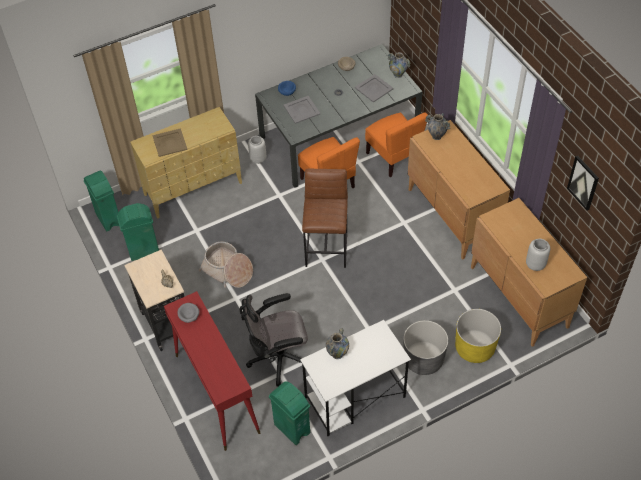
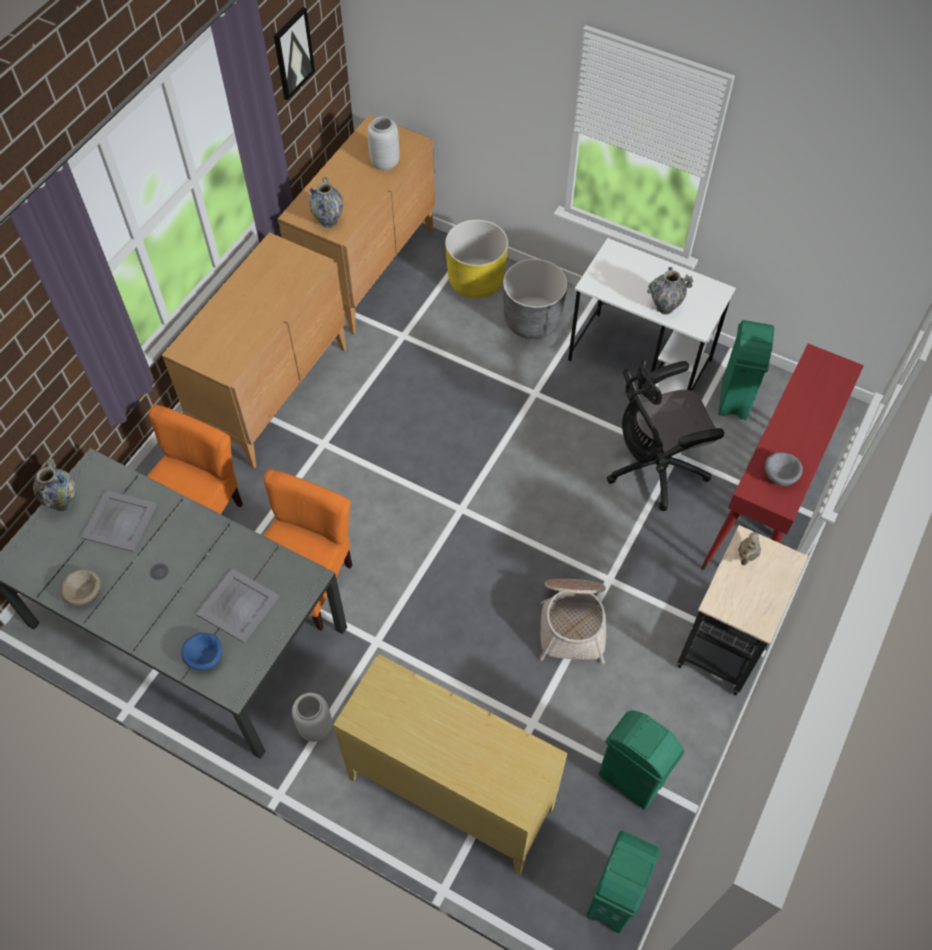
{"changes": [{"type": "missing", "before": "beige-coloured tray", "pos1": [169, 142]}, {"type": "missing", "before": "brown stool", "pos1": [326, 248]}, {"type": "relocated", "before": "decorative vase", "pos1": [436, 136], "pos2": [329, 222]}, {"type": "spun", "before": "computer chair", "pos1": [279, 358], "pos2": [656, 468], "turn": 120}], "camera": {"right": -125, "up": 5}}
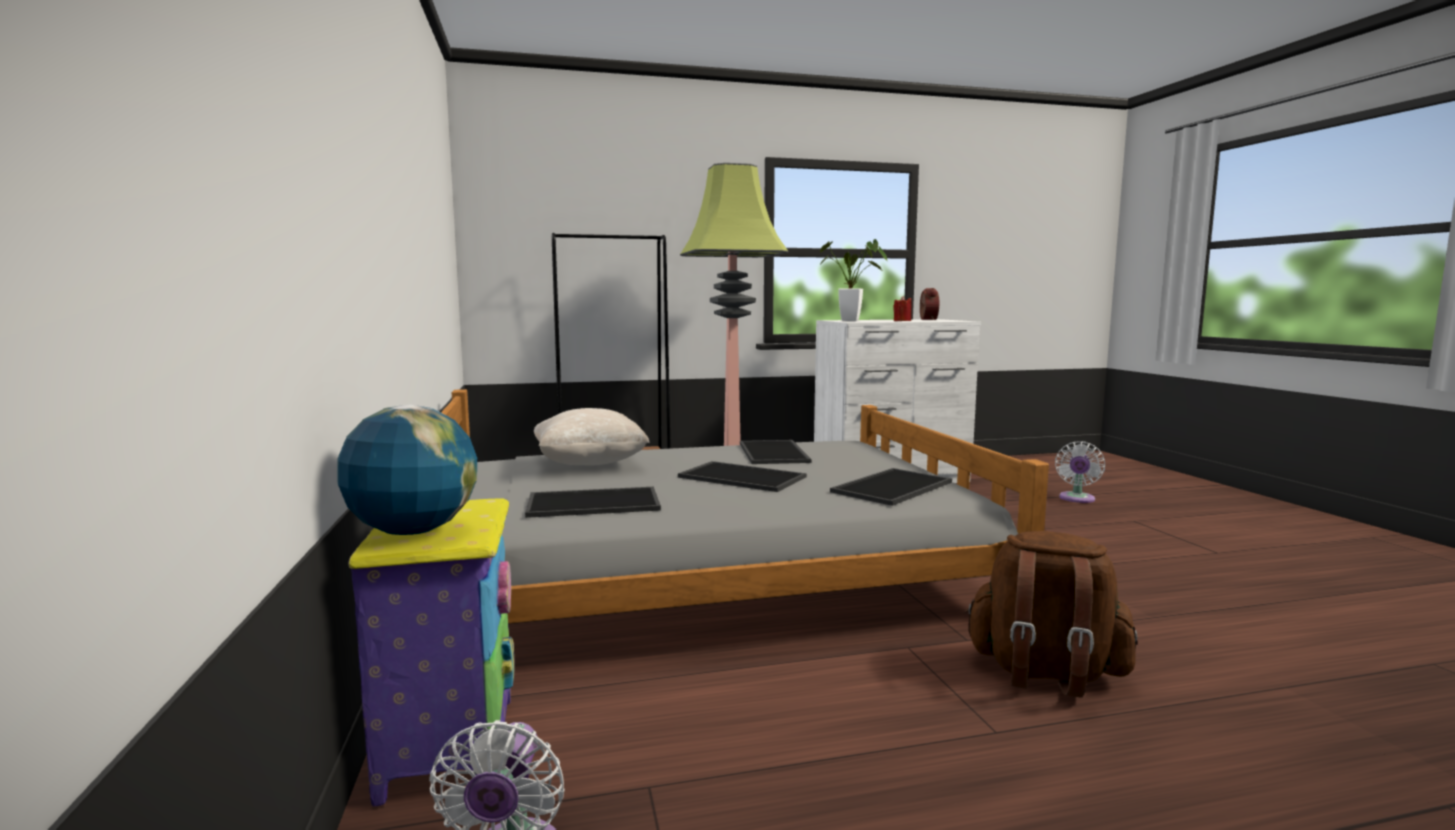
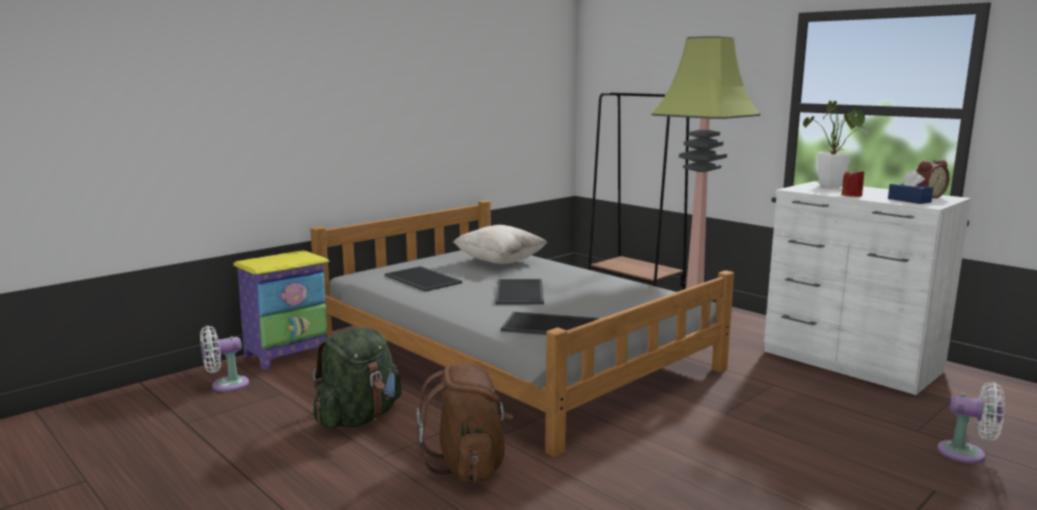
{"changes": [{"type": "missing", "before": "globe", "pos1": [413, 531]}, {"type": "missing", "before": "tray", "pos1": [775, 453]}, {"type": "appeared", "after": "greenish knapsack", "pos2": [358, 418]}, {"type": "appeared", "after": "blue tissue holder", "pos2": [909, 200]}, {"type": "spun", "before": "white fan", "pos1": [1076, 499], "pos2": [967, 454], "turn": -150}], "camera": {"right": 60, "up": 5}}
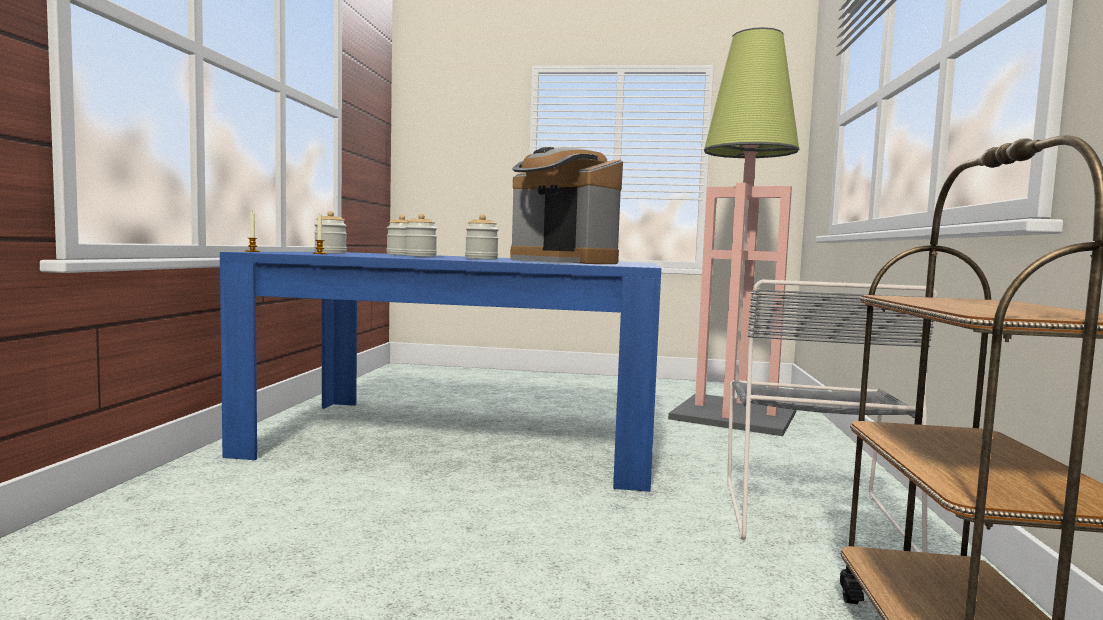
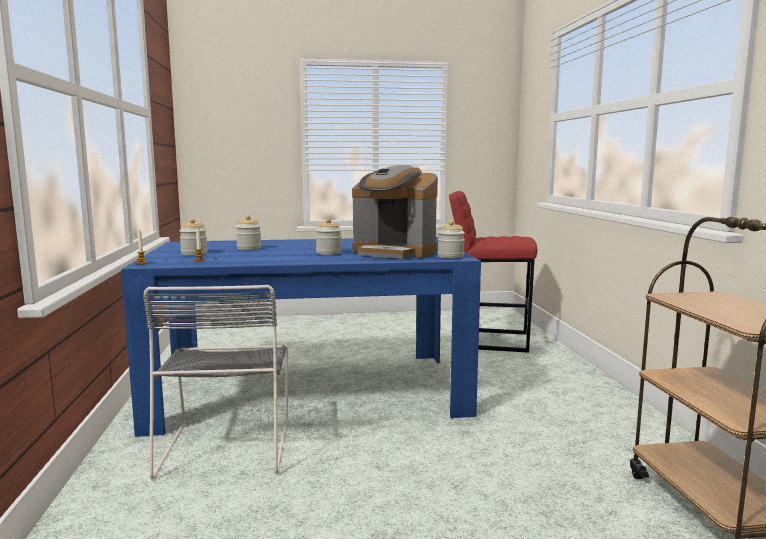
{"changes": [{"type": "relocated", "before": "storage jar", "pos1": [420, 256], "pos2": [450, 256]}, {"type": "relocated", "before": "greyish plain chair", "pos1": [811, 513], "pos2": [227, 444]}, {"type": "exchanged", "before": "standard lamp", "after": "red stool", "pos1": [733, 414], "pos2": [488, 340]}], "camera": {"right": -15, "up": 5}}
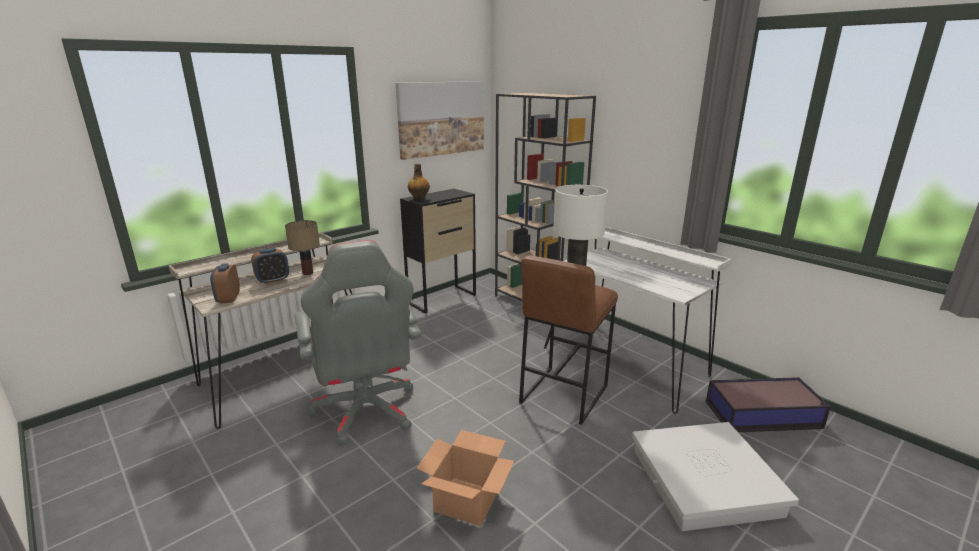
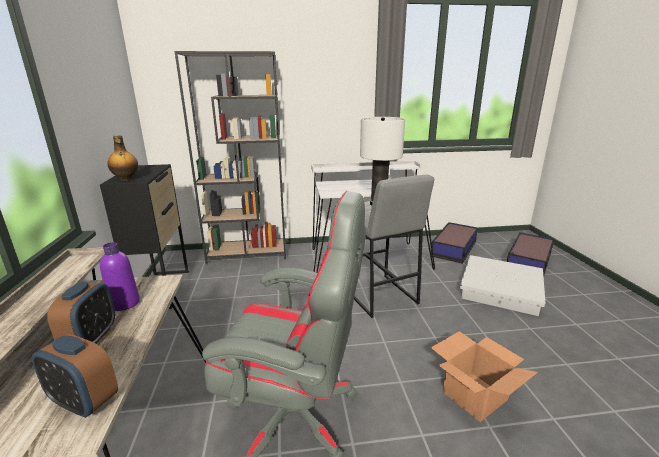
{"changes": [{"type": "missing", "before": "picture", "pos1": [441, 118]}, {"type": "appeared", "after": "storage box", "pos2": [528, 261]}, {"type": "exchanged", "before": "lamp for a table", "after": "purple beverage bottle", "pos1": [308, 273], "pos2": [124, 303]}, {"type": "colour", "before": "brown stool", "after": "greyish stool", "pos1": [563, 395], "pos2": [380, 295]}], "camera": {"right": -55, "up": 0}}
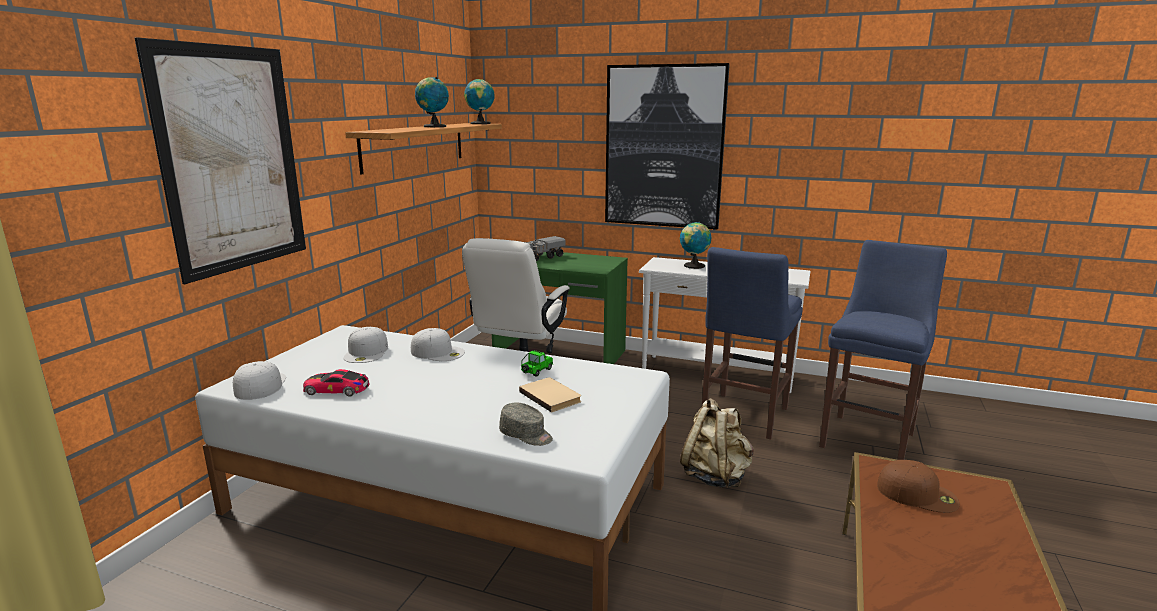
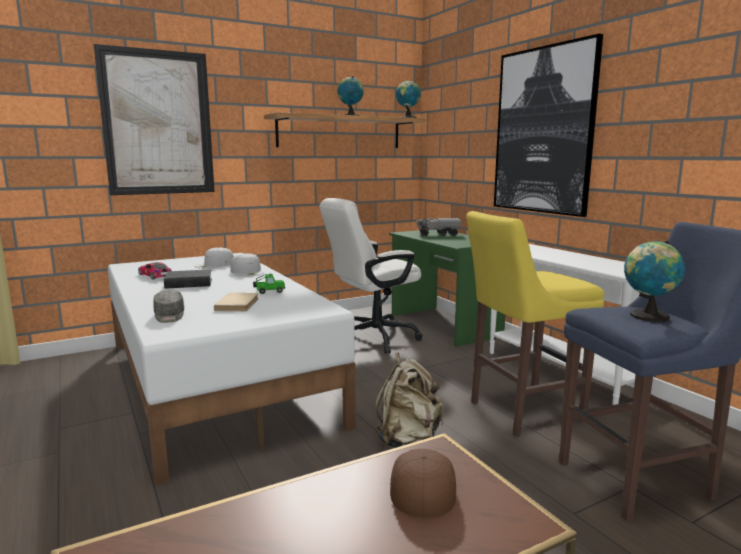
{"changes": [{"type": "missing", "before": "white baseball cap", "pos1": [259, 385]}, {"type": "appeared", "after": "black book", "pos2": [189, 284]}, {"type": "relocated", "before": "globe", "pos1": [693, 266], "pos2": [647, 316]}, {"type": "colour", "before": "blue stool", "after": "yellow stool", "pos1": [742, 417], "pos2": [521, 412]}, {"type": "spun", "before": "brown baseball cap", "pos1": [918, 493], "pos2": [421, 486], "turn": -150}], "camera": {"right": 40, "up": -5}}
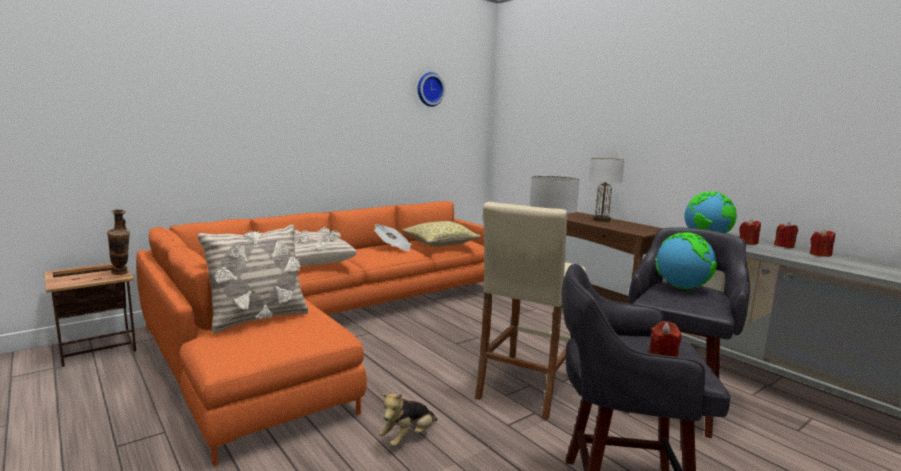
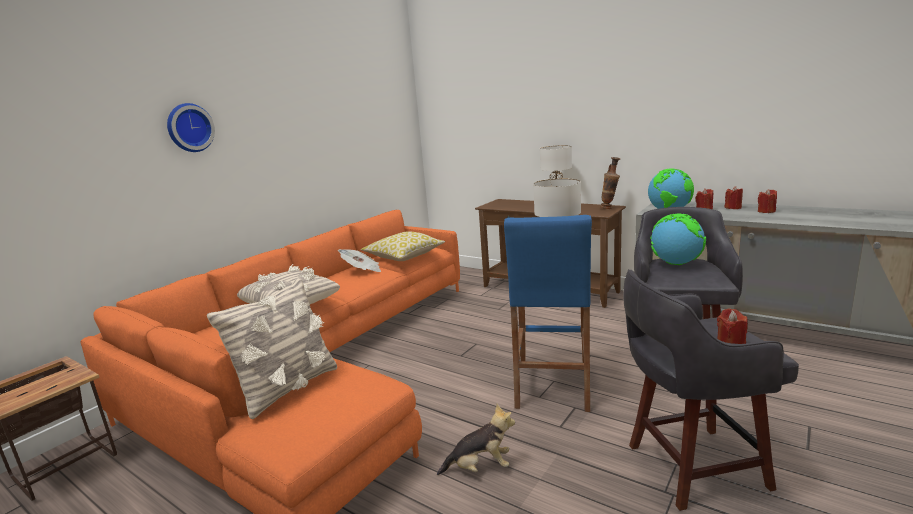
{"changes": [{"type": "relocated", "before": "decorative vase", "pos1": [122, 274], "pos2": [610, 208]}, {"type": "relocated", "before": "hanging clock", "pos1": [429, 89], "pos2": [189, 128]}, {"type": "colour", "before": "beige-coloured stool", "after": "blue stool", "pos1": [526, 387], "pos2": [552, 384]}, {"type": "spun", "before": "soft toy", "pos1": [408, 438], "pos2": [480, 467], "turn": -120}], "camera": {"right": -15, "up": 5}}
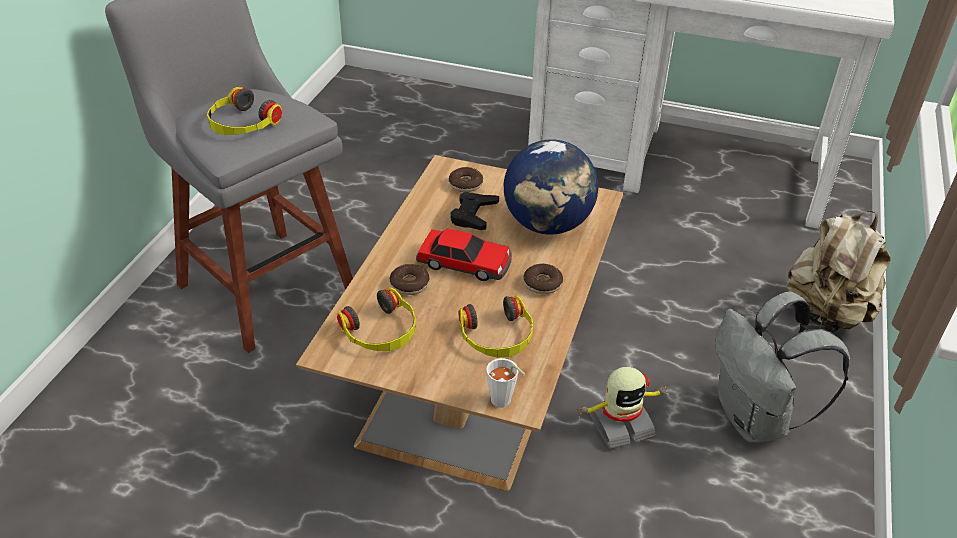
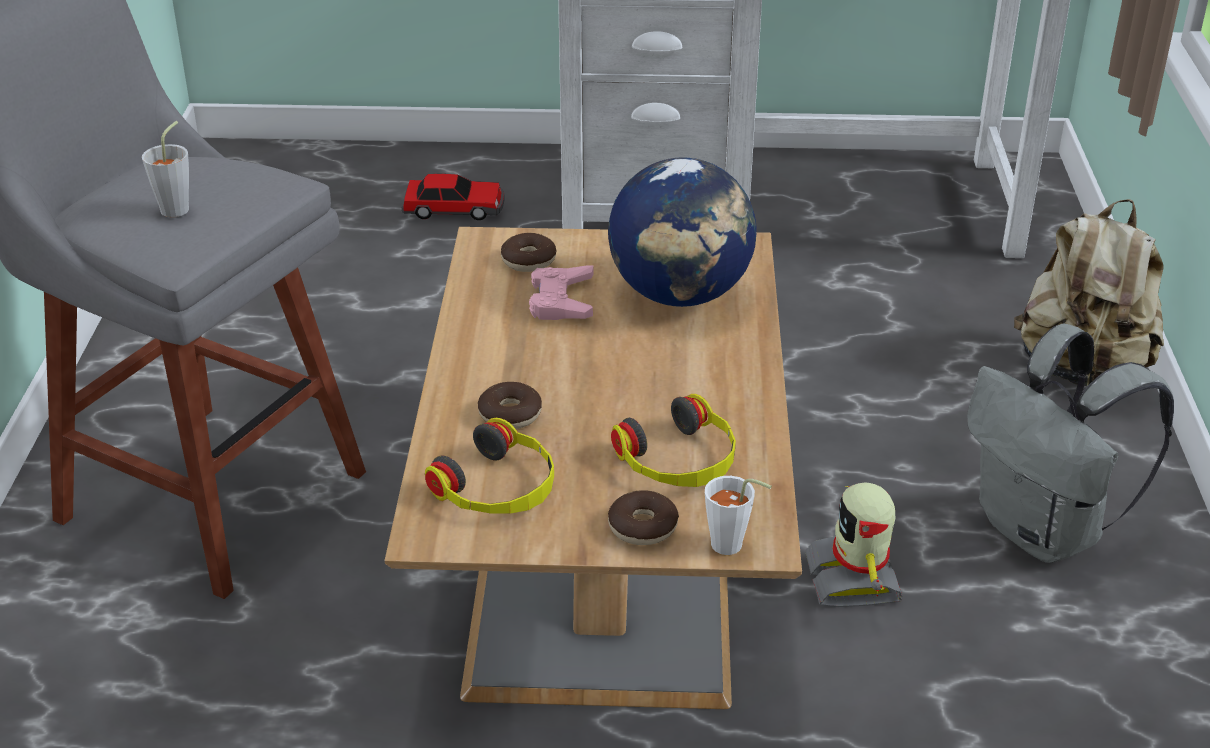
{"changes": [{"type": "relocated", "before": "model car", "pos1": [465, 264], "pos2": [454, 209]}, {"type": "relocated", "before": "donut", "pos1": [542, 284], "pos2": [643, 527]}, {"type": "exchanged", "before": "headphones", "after": "greyish small cup", "pos1": [242, 123], "pos2": [178, 207]}, {"type": "colour", "before": "black joypad", "after": "pinkish joypad", "pos1": [473, 215], "pos2": [561, 300]}, {"type": "spun", "before": "model robot", "pos1": [620, 424], "pos2": [855, 579], "turn": 120}], "camera": {"right": -15, "up": -5}}
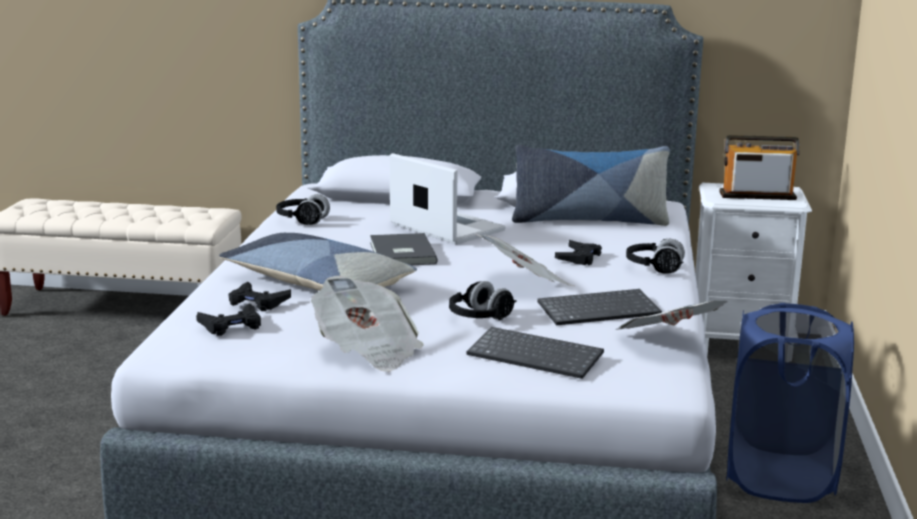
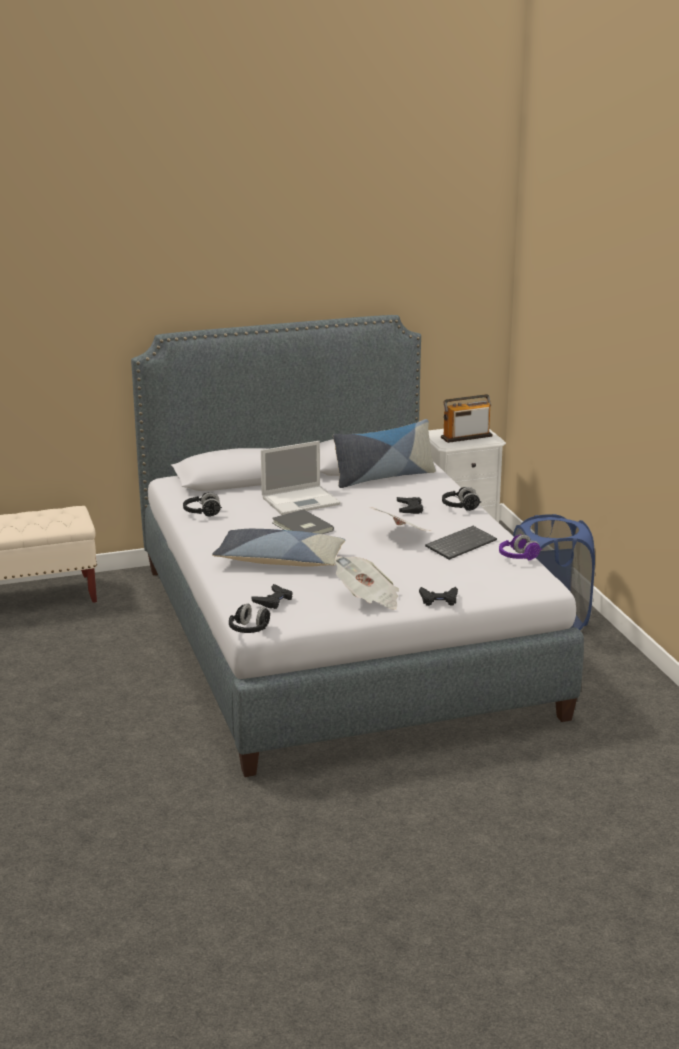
{"changes": [{"type": "missing", "before": "keyboard", "pos1": [537, 355]}, {"type": "relocated", "before": "black joypad", "pos1": [258, 302], "pos2": [439, 599]}, {"type": "relocated", "before": "black headphones", "pos1": [480, 319], "pos2": [250, 630]}, {"type": "exchanged", "before": "printed paper", "after": "purple headphones", "pos1": [668, 343], "pos2": [518, 558]}, {"type": "spun", "before": "laptop", "pos1": [445, 227], "pos2": [302, 500], "turn": 135}], "camera": {"right": -25, "up": 5}}
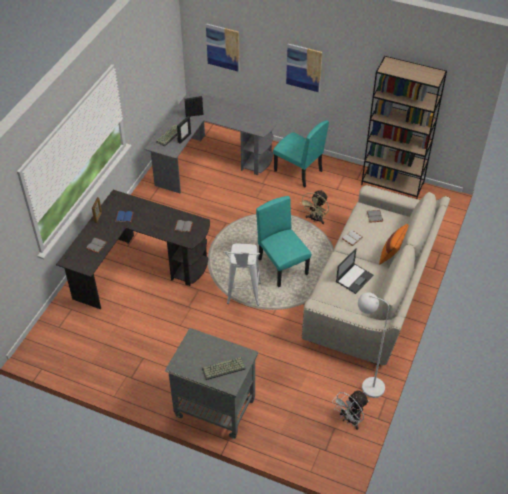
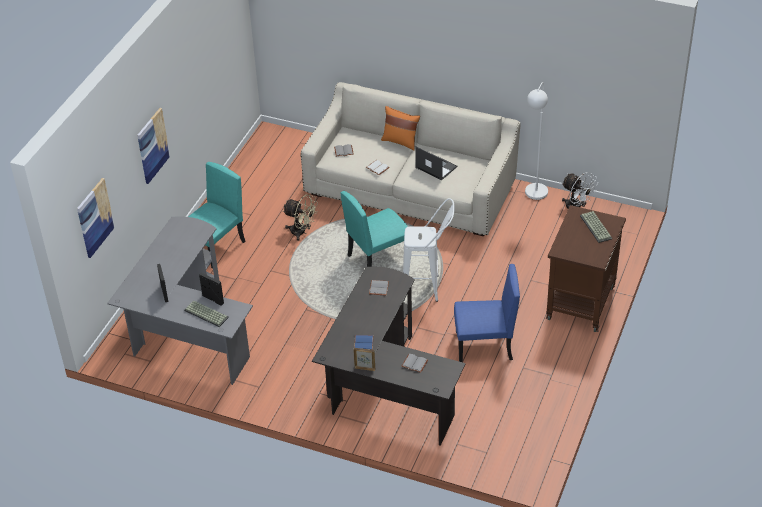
{"changes": [{"type": "missing", "before": "beige-coloured bookcase", "pos1": [393, 184]}, {"type": "appeared", "after": "blue plain chair", "pos2": [484, 346]}, {"type": "colour", "before": "greyish trolley", "after": "brown trolley", "pos1": [214, 408], "pos2": [580, 304]}], "camera": {"right": -90, "up": -5}}
